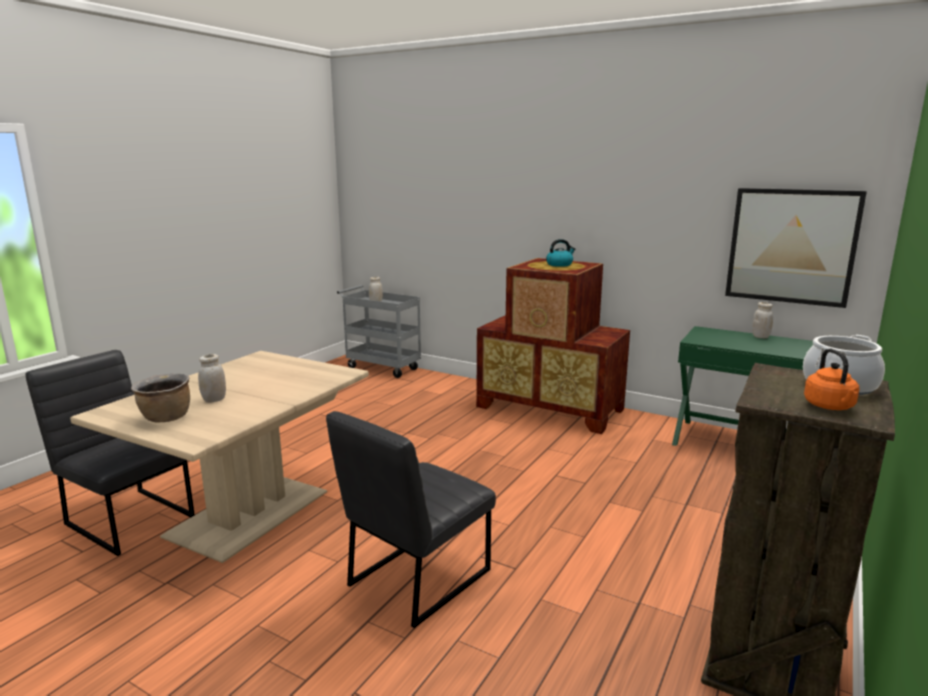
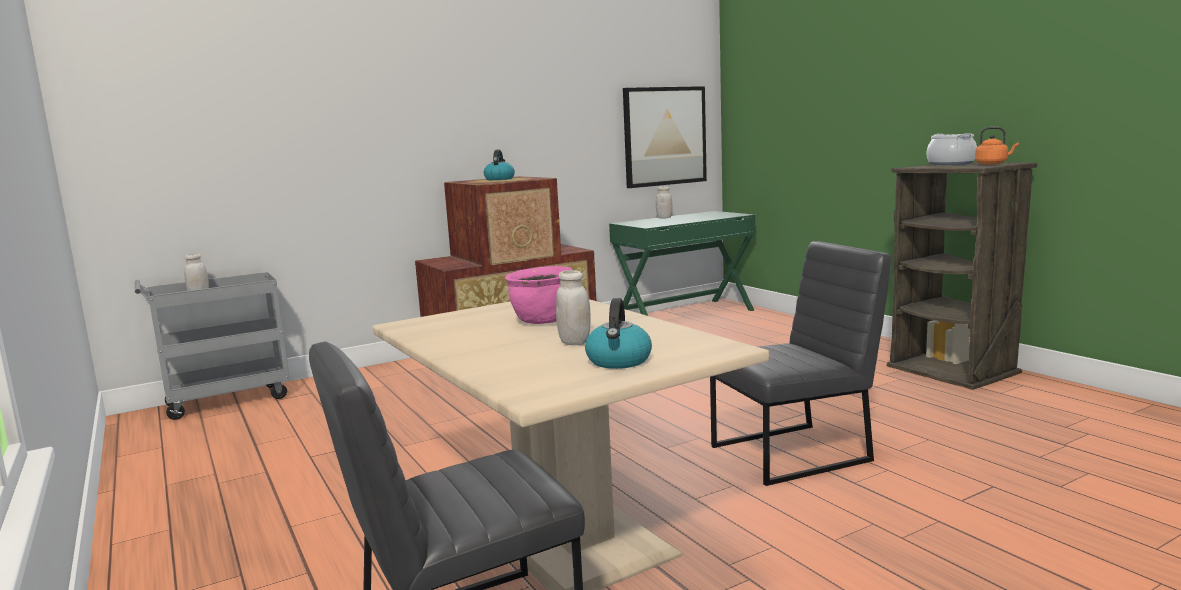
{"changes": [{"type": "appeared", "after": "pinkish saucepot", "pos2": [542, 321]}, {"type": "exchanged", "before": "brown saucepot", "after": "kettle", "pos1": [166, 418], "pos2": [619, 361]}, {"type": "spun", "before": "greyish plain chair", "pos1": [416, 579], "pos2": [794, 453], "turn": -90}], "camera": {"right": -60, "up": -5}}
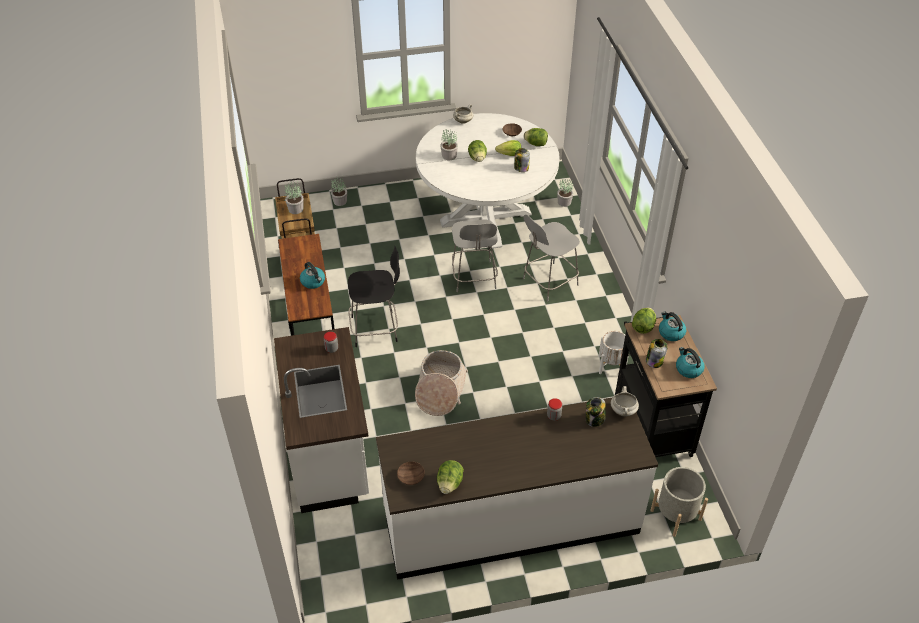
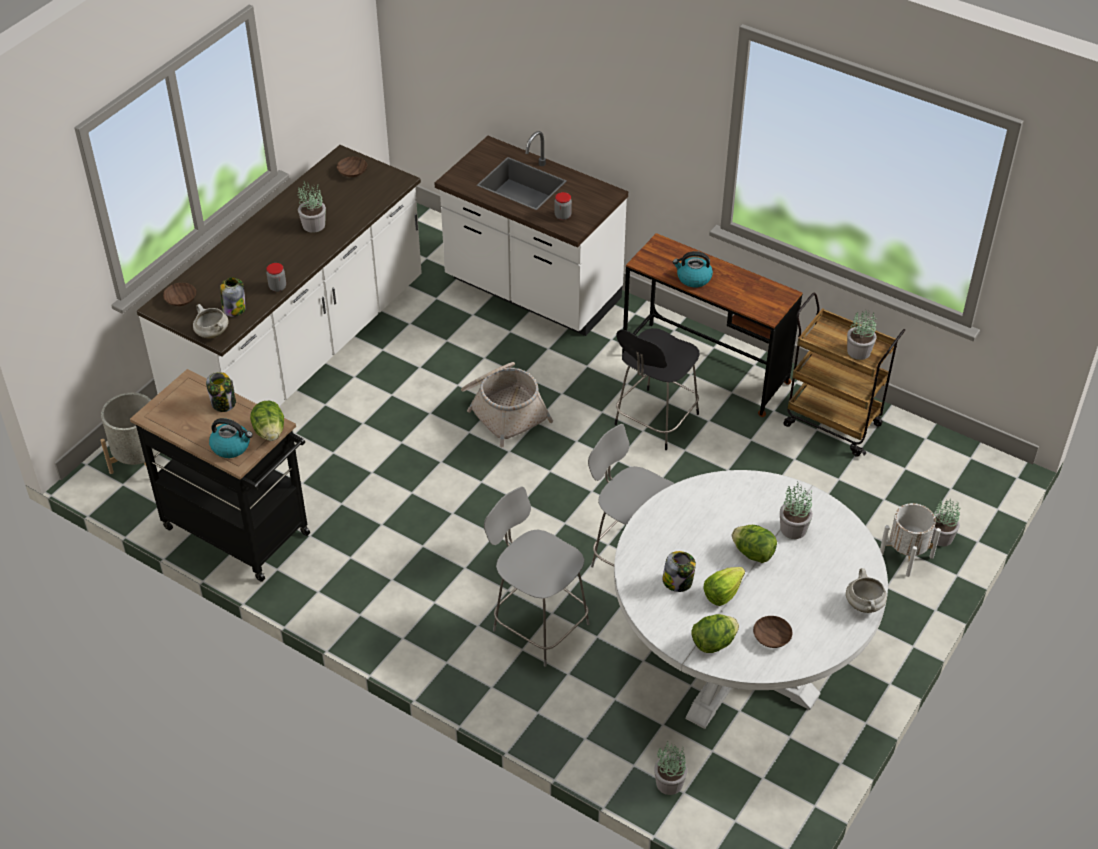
{"changes": [{"type": "missing", "before": "head of lettuce", "pos1": [449, 484]}, {"type": "missing", "before": "kettle", "pos1": [688, 369]}, {"type": "appeared", "after": "brown bowl", "pos2": [180, 299]}, {"type": "appeared", "after": "plant in a pot", "pos2": [313, 225]}, {"type": "relocated", "before": "white flower pot", "pos1": [611, 365], "pos2": [906, 555]}, {"type": "spun", "before": "greyish plain chair", "pos1": [548, 282], "pos2": [538, 625], "turn": -60}], "camera": {"right": 135, "up": 0}}
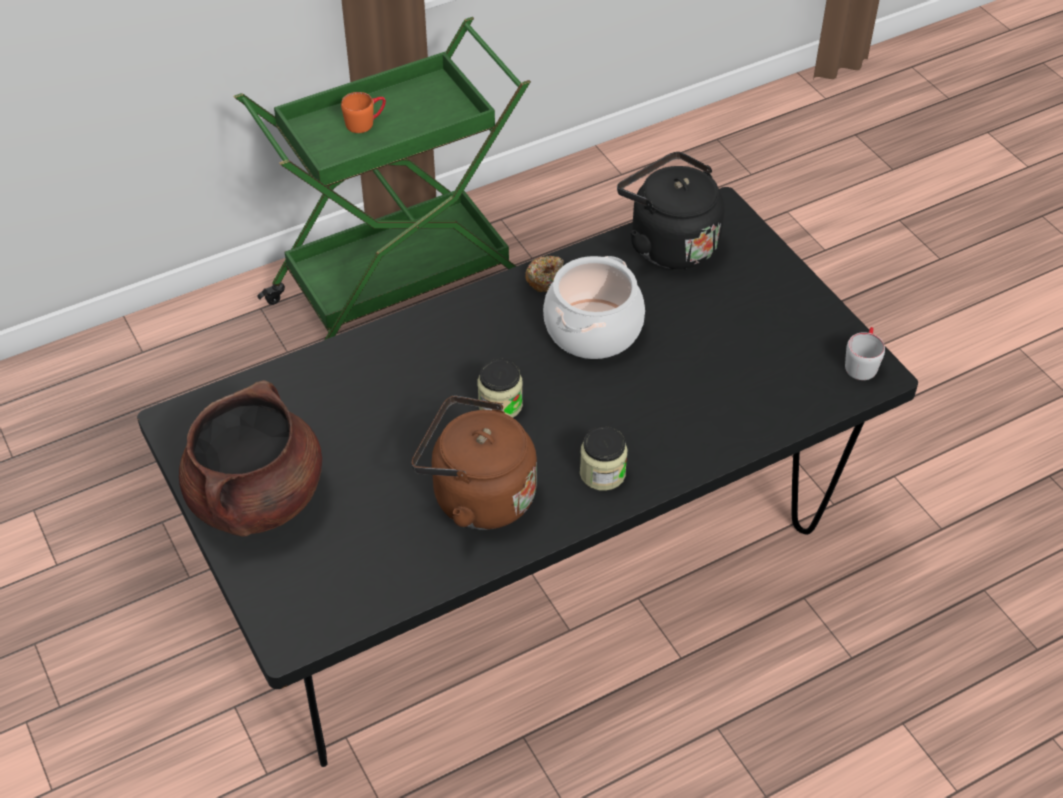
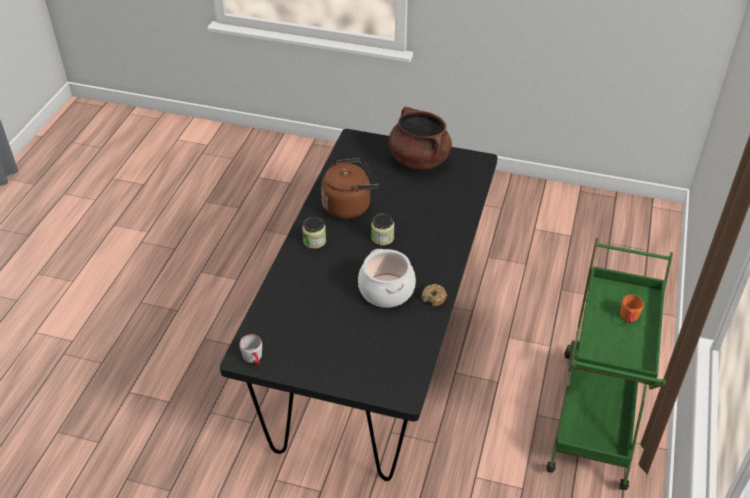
{"changes": [{"type": "missing", "before": "black kettle", "pos1": [669, 243]}], "camera": {"right": 135, "up": -5}}
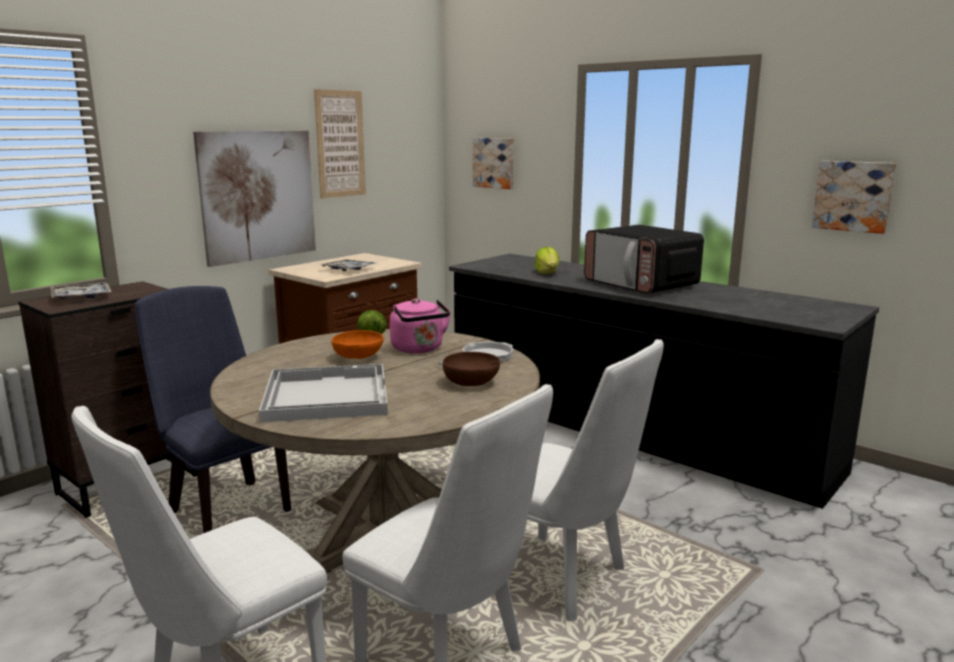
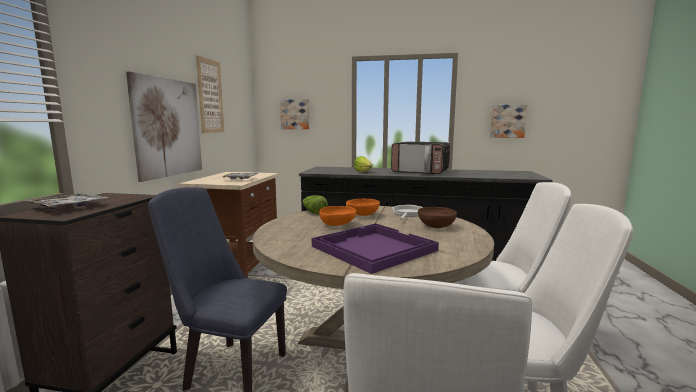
{"changes": [{"type": "exchanged", "before": "pinkish kettle", "after": "orange-coloured bowl", "pos1": [419, 349], "pos2": [362, 215]}, {"type": "colour", "before": "white tray", "after": "purple tray", "pos1": [325, 395], "pos2": [372, 248]}], "camera": {"right": -30, "up": -5}}
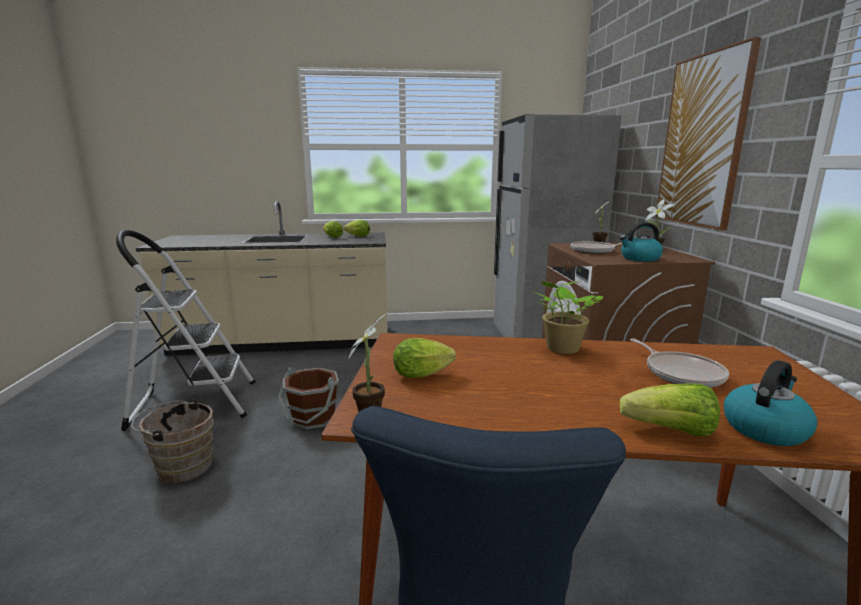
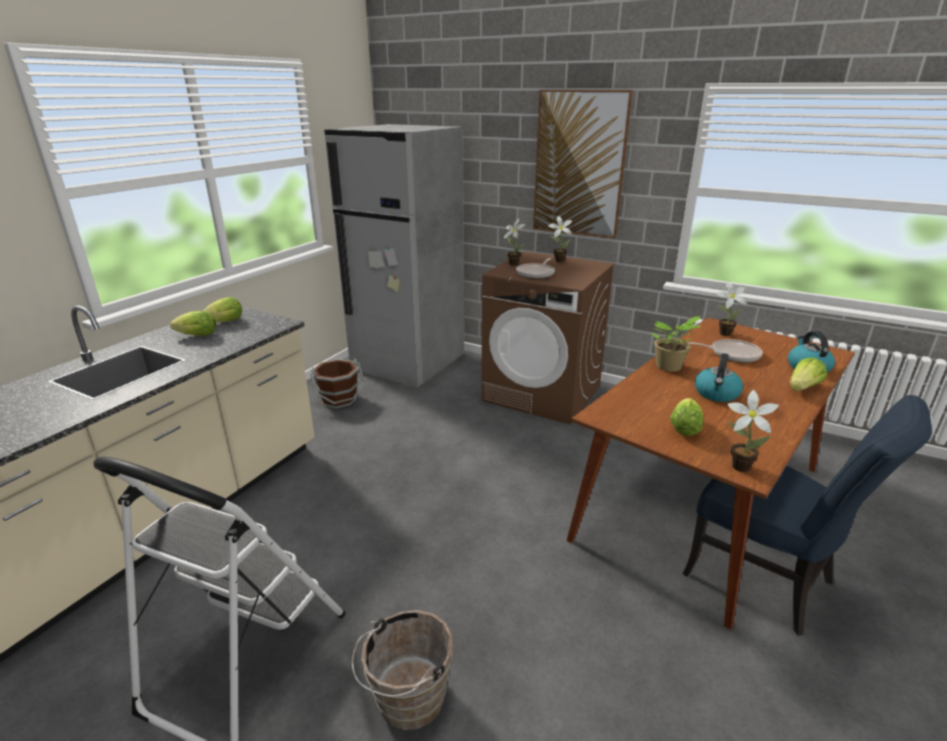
{"changes": [{"type": "appeared", "after": "plant in a pot", "pos2": [722, 333]}, {"type": "relocated", "before": "brown pail", "pos1": [313, 418], "pos2": [339, 399]}, {"type": "relocated", "before": "kettle", "pos1": [639, 258], "pos2": [716, 394]}], "camera": {"right": -55, "up": 10}}
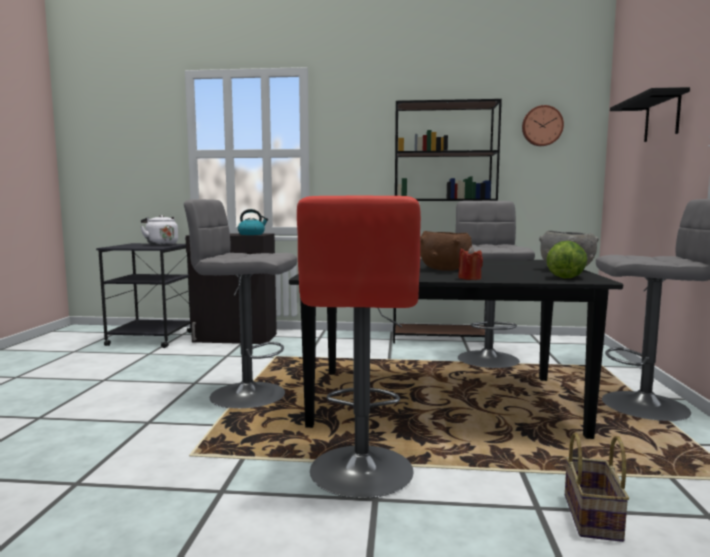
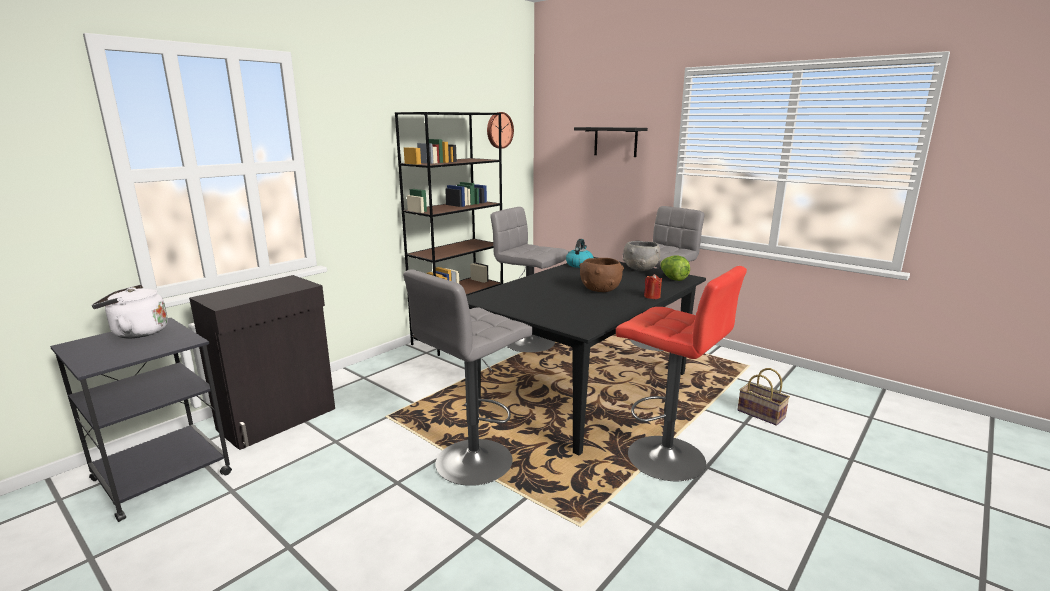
{"changes": [{"type": "relocated", "before": "kettle", "pos1": [252, 234], "pos2": [579, 264]}], "camera": {"right": -55, "up": 10}}
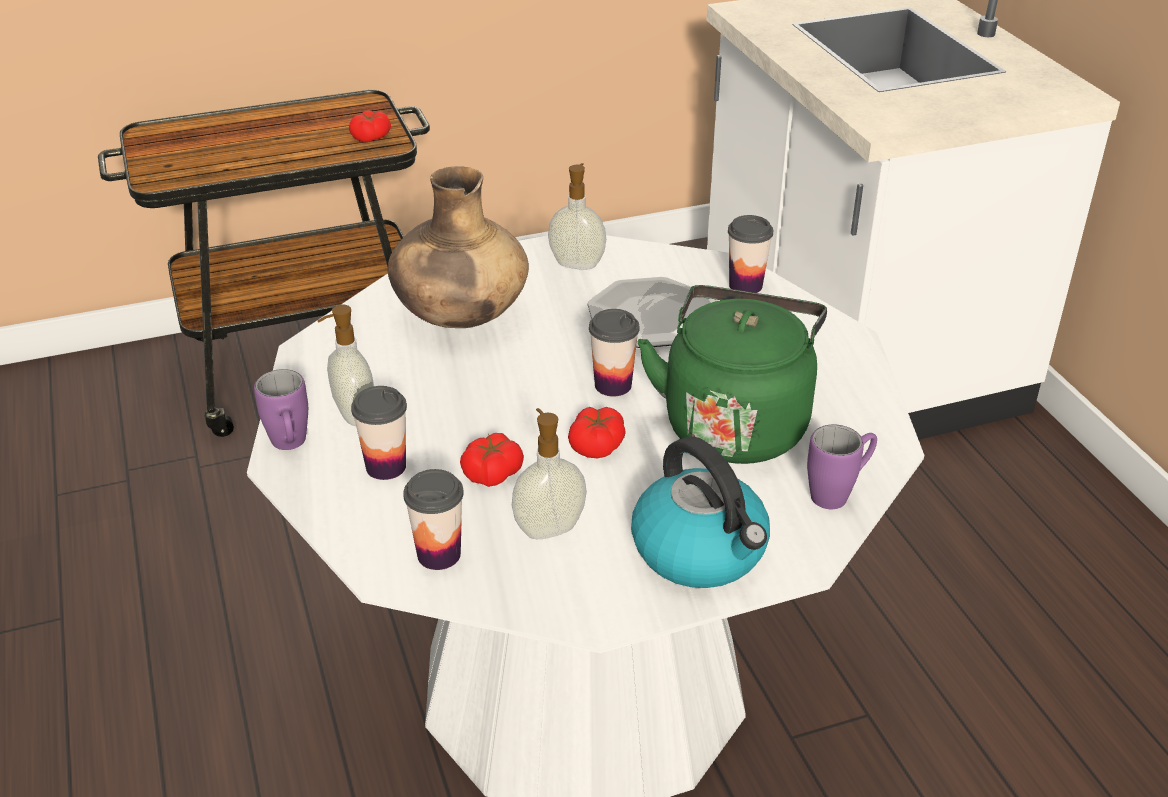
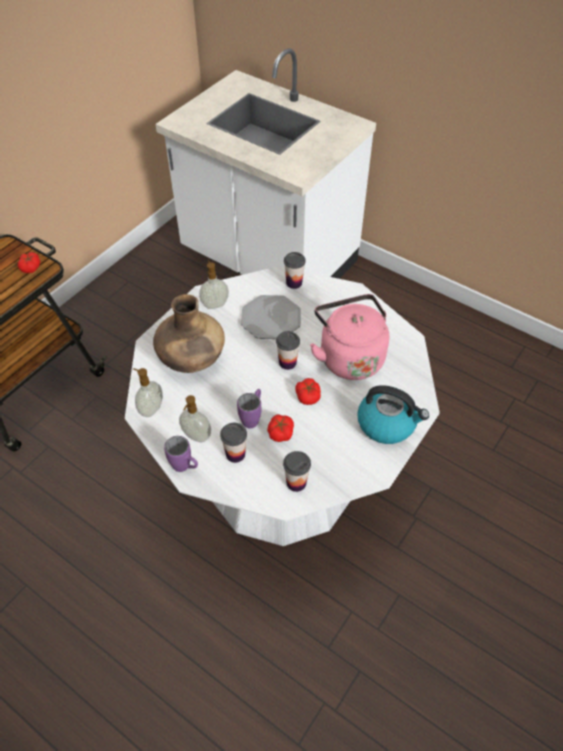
{"changes": [{"type": "relocated", "before": "soap dispenser", "pos1": [549, 527], "pos2": [151, 409]}, {"type": "relocated", "before": "purple coffee mug", "pos1": [838, 493], "pos2": [252, 417]}, {"type": "colour", "before": "greenish kettle", "after": "pinkish kettle", "pos1": [736, 423], "pos2": [349, 356]}], "camera": {"right": -35, "up": 15}}
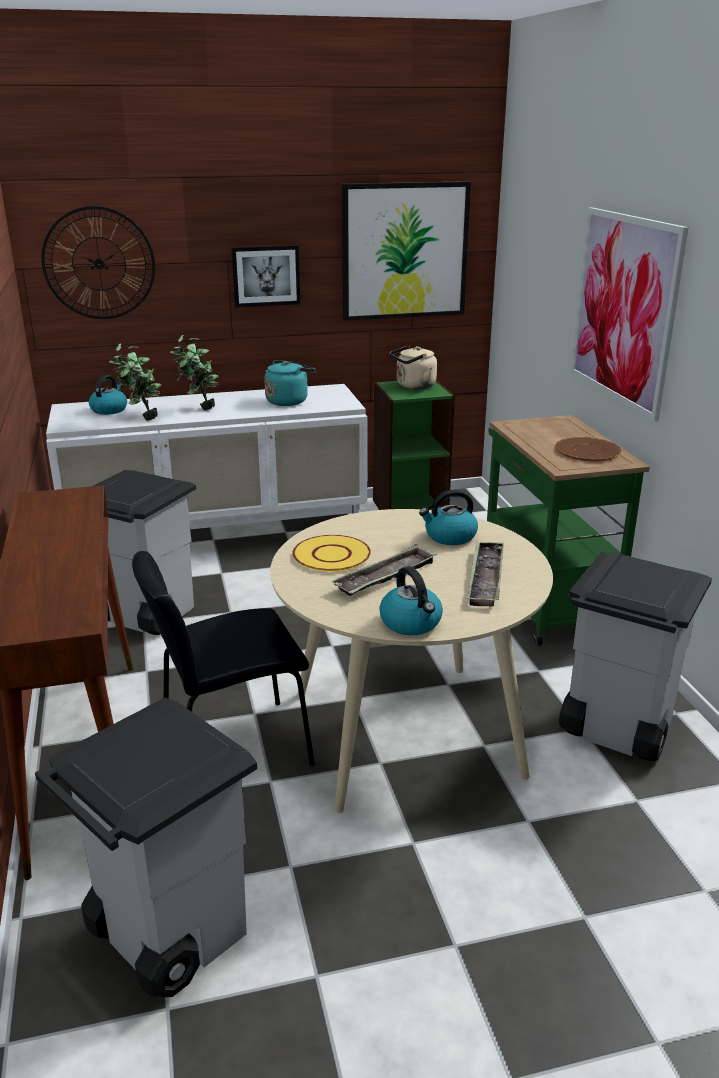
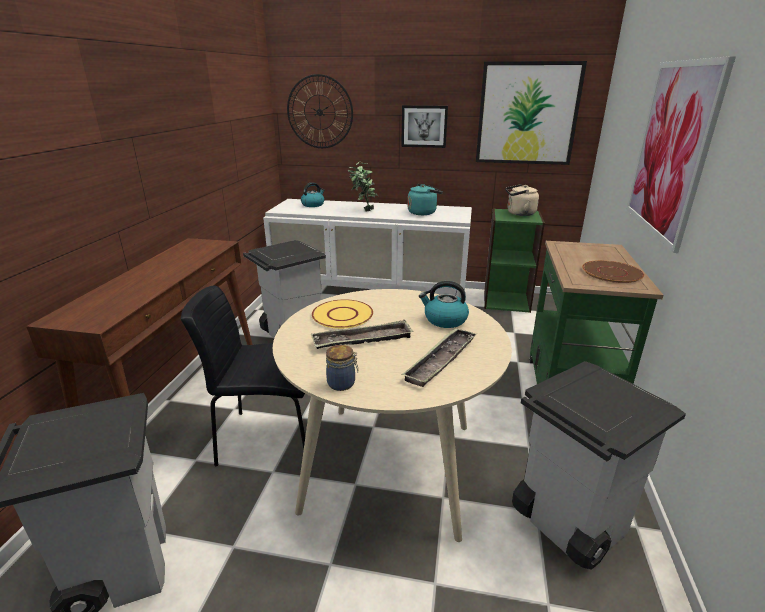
{"changes": [{"type": "missing", "before": "plant in a pot", "pos1": [141, 420]}, {"type": "exchanged", "before": "kettle", "after": "storage jar", "pos1": [411, 623], "pos2": [342, 383]}], "camera": {"right": 25, "up": 0}}
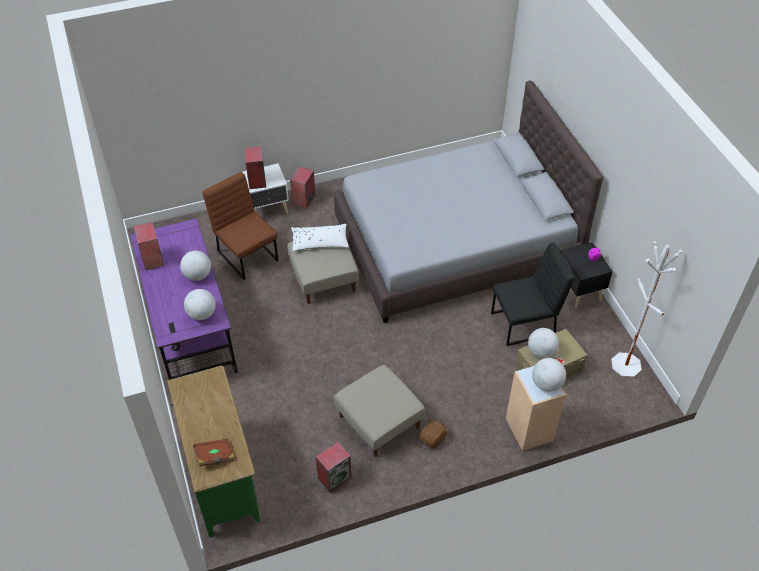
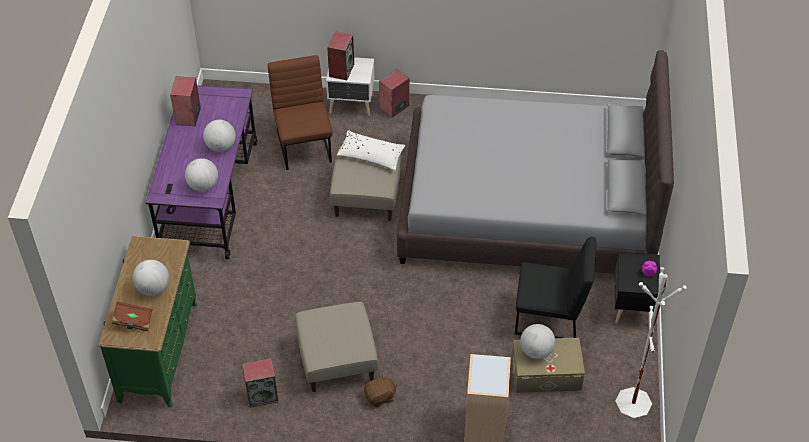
{"changes": [{"type": "relocated", "before": "globe", "pos1": [546, 384], "pos2": [153, 288]}], "camera": {"right": 25, "up": 0}}
